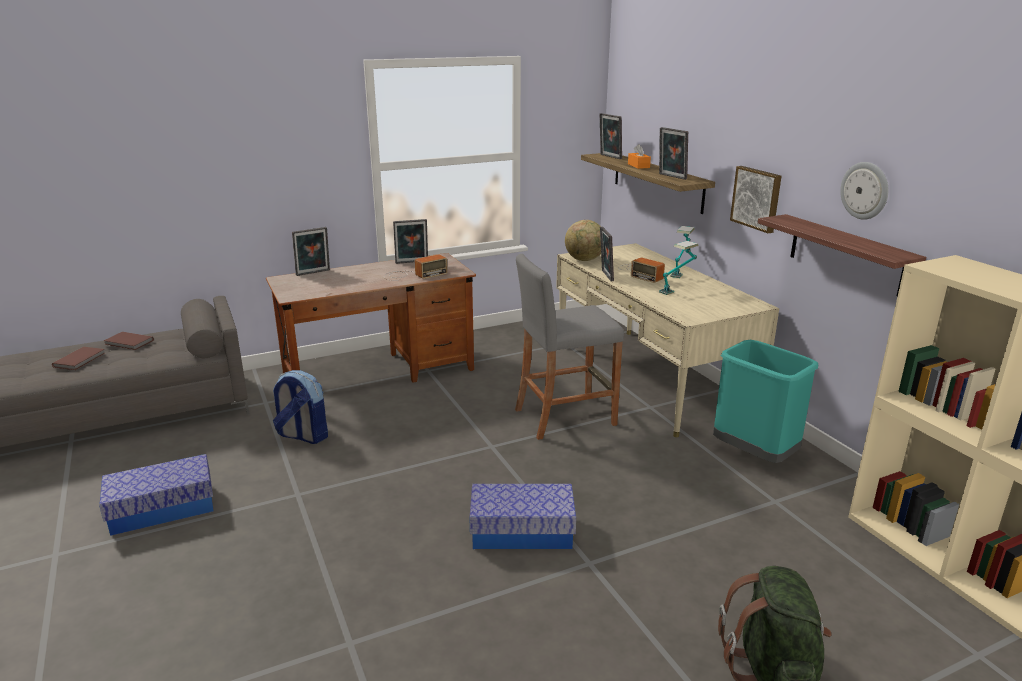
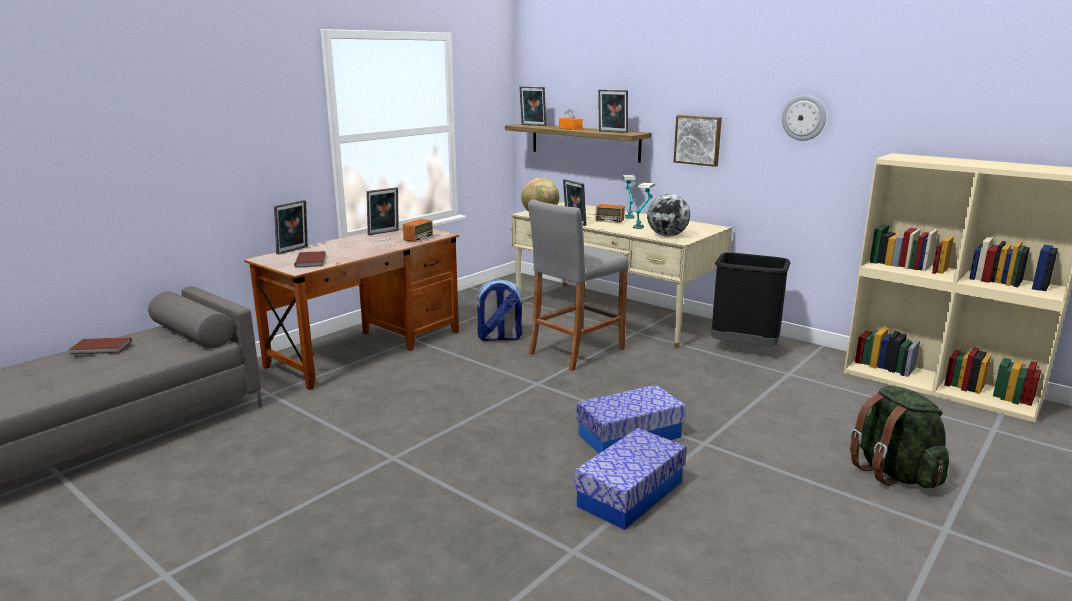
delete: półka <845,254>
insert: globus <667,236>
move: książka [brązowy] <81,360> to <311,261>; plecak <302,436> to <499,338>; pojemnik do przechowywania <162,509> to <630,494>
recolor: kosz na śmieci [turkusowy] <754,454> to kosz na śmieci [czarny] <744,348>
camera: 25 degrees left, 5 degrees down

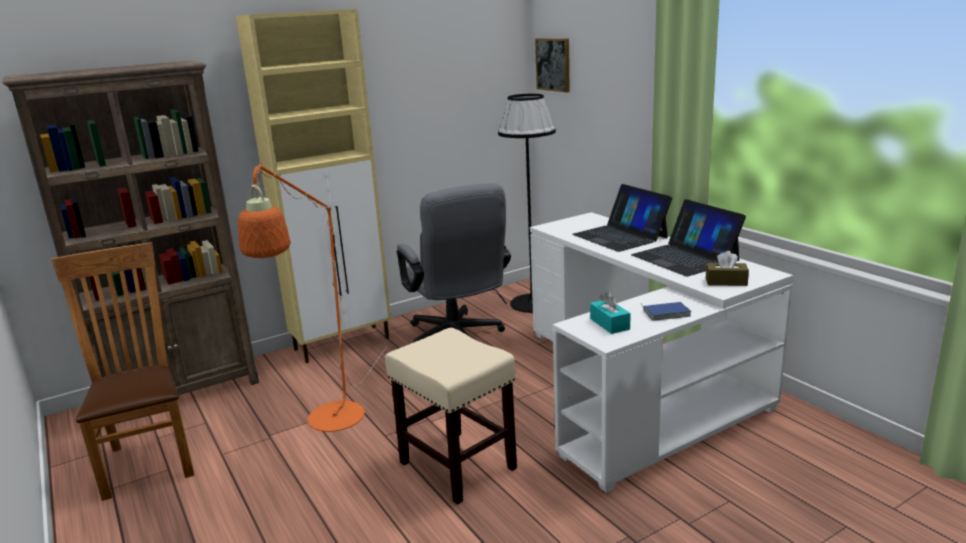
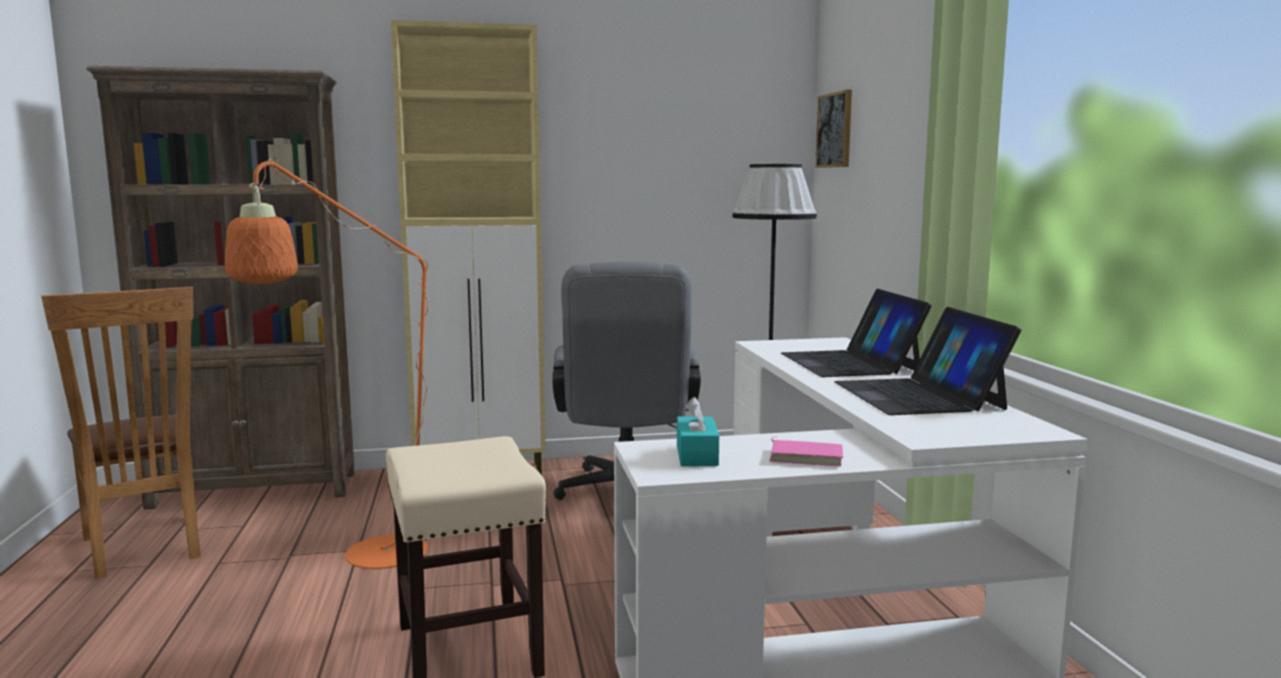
delete: pudełko chusteczek [brązowy] <726,282>
recolor: książka [niebieski] <666,313> to książka [różowy] <806,456>
rotate: krzesło [brązowy] <149,458> = <145,549> 150 degrees clockwise
camera: 20 degrees right, 10 degrees down

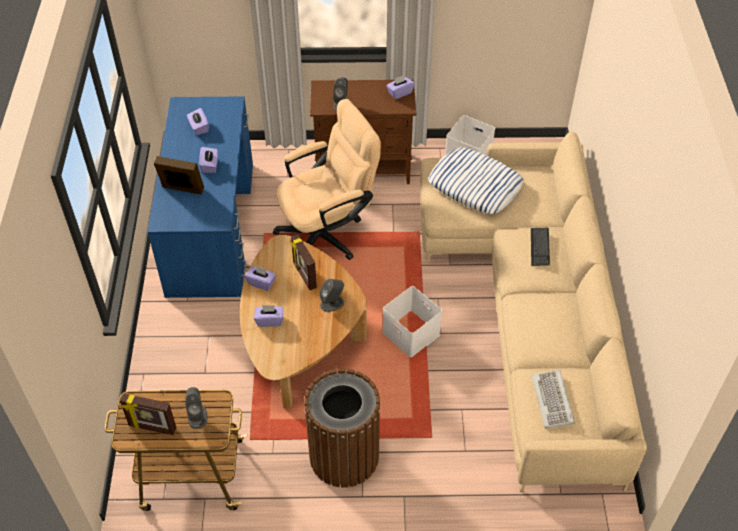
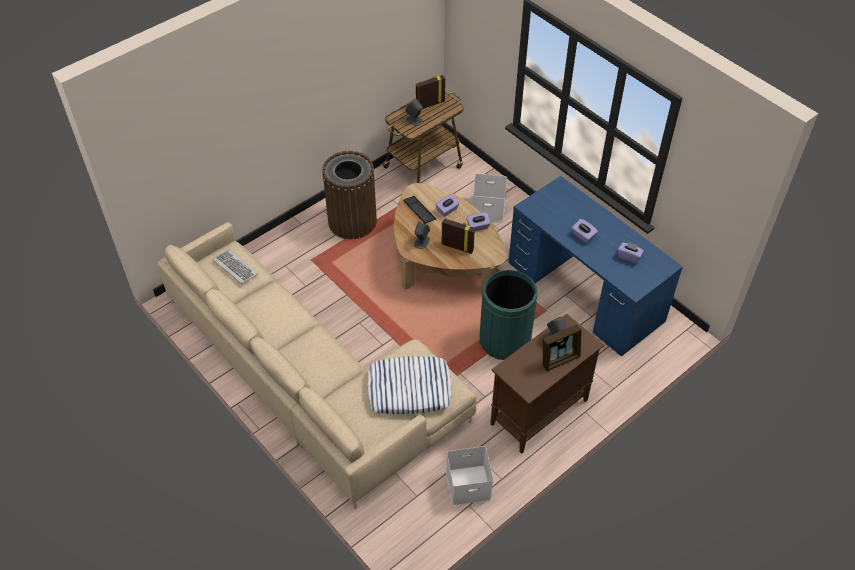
delete: pudełko chusteczek [fioletowy] <400,93>
move: ramka na zdjęcie <182,190> to <560,359>; klawiatura <539,247> to <419,210>; pojemnik do przechowywania [biały] <409,334> to <489,208>
replace: krzesło biurowe [beżowy] <328,233> to kosz na śmieci [zielony] <504,340>
camera: 140 degrees right, 0 degrees up

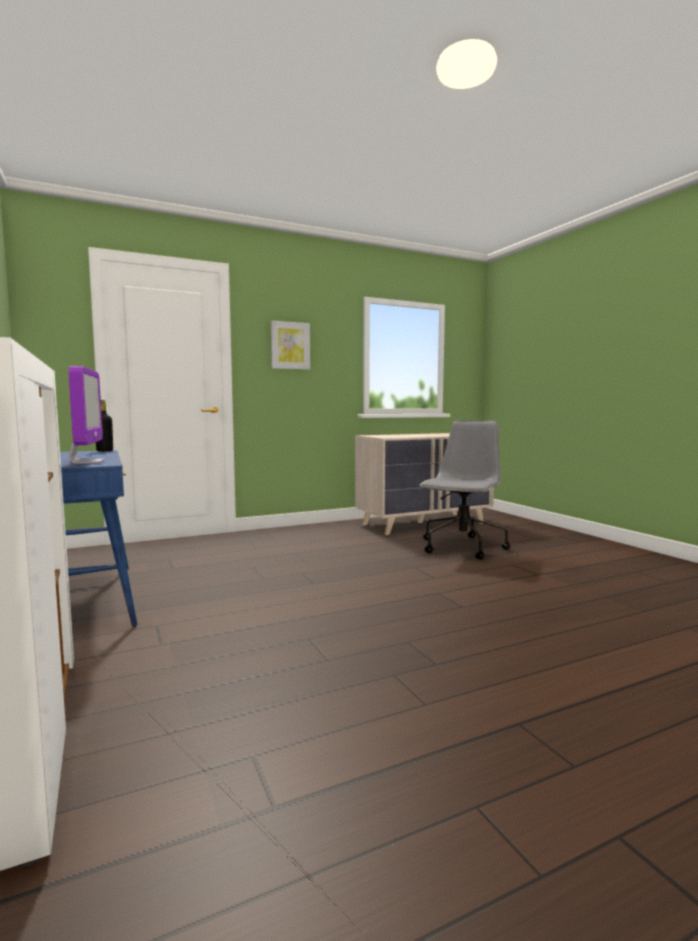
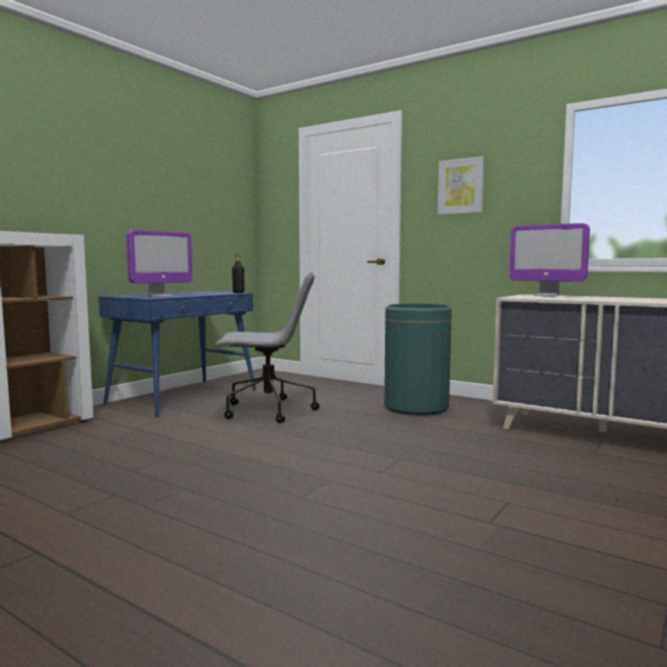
insert: monitor <546,295>; kosz na śmieci [zielony] <415,407>
move: krzesło biurowe [szary] <462,547> to <267,411>
camera: 60 degrees right, 0 degrees up

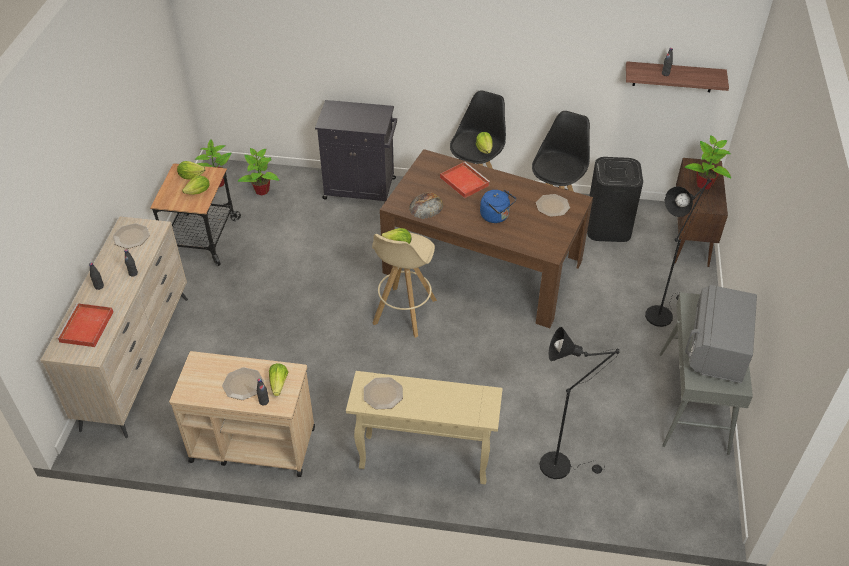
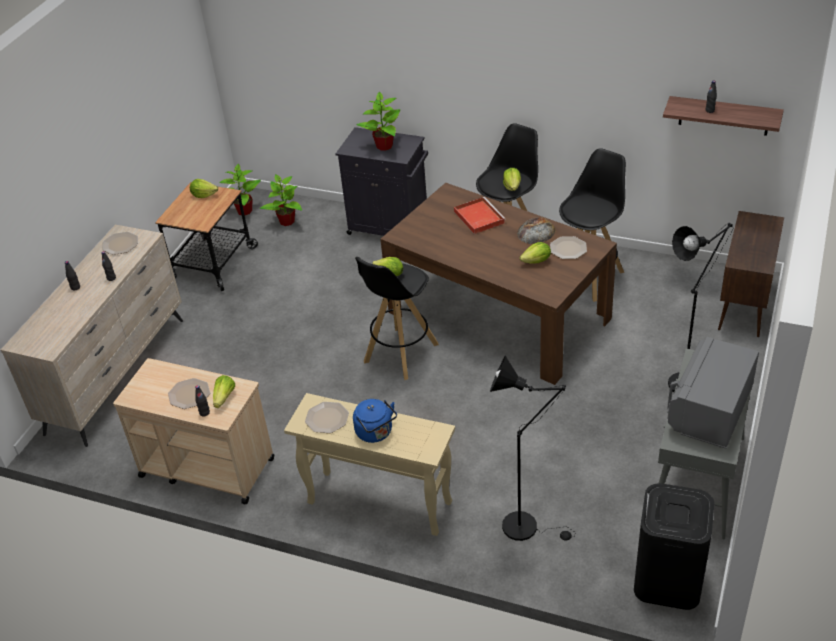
delete: taca [czerwony] <86,327>
move: roślina doniczkowa <704,184> to <384,146>; kosz na śmieci [czarny] <607,227> to <667,580>; sałata <198,192> to <536,261>; czajnik [niebieski] <496,216> to <376,433>; chleb <426,206> to <536,232>
recolor: stołek [beżowy] <404,312> to stołek [czarny] <400,353>
camera: 15 degrees right, 5 degrees down

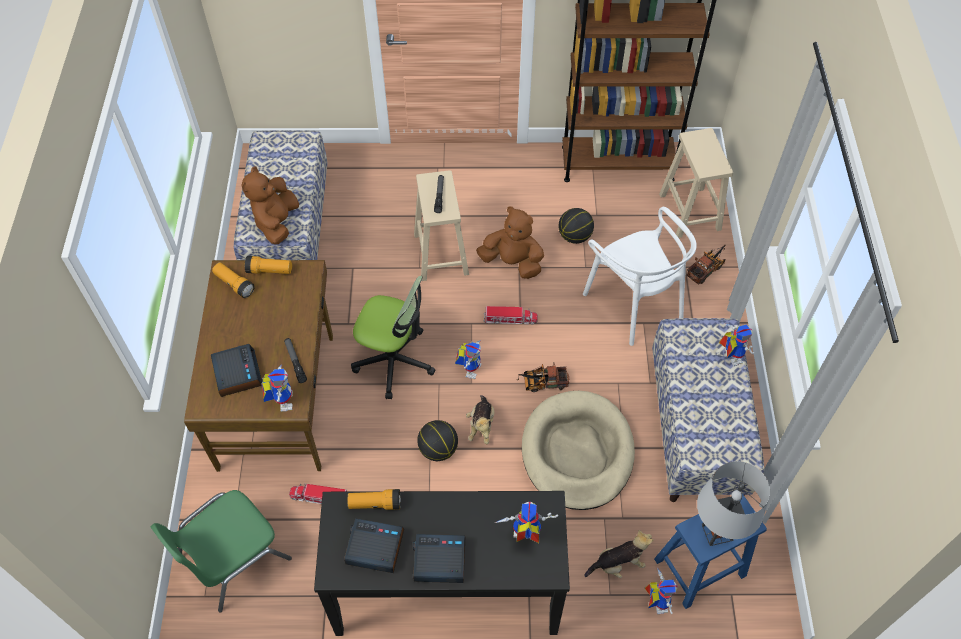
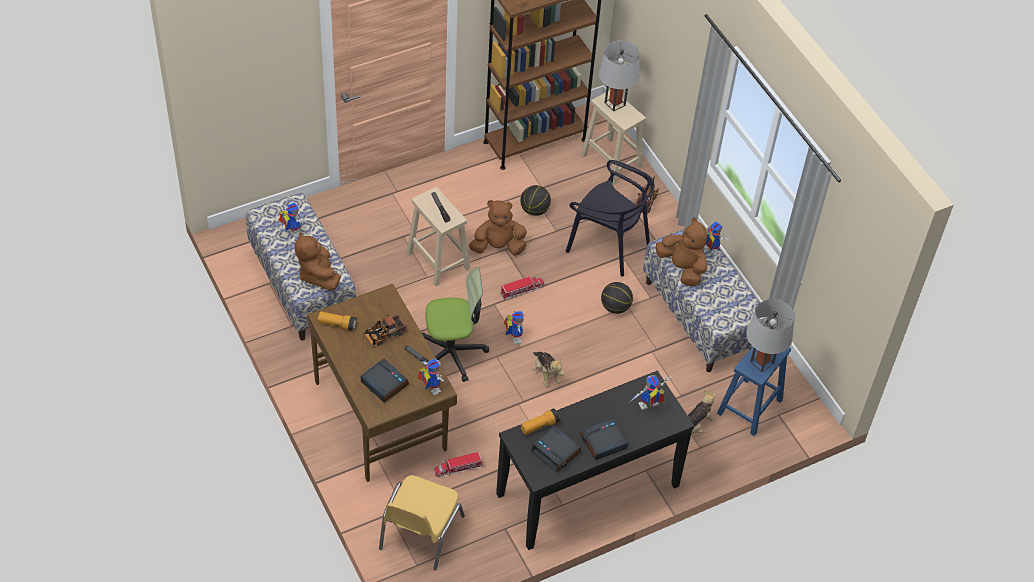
delete: latarka <270,270>; legowisko [beżowy] <577,452>
insert: lampa stołowa [szary] <615,103>; pluszak [brązowy] <682,268>
move: ciężarówka zabawkowa <542,383> to <383,336>; piłka do koszykówki <438,449> to <615,307>; robot zabawkowy <656,600> to <291,231>
recolor: krzesło [biały] <634,304> to krzesło [czarny] <608,245>; krzesło [zielony] <232,558> to krzesło [żółty] <419,533>
rotate: budzik <374,548> = <556,452> 120 degrees counterclockwise
camera: 30 degrees left, 5 degrees down

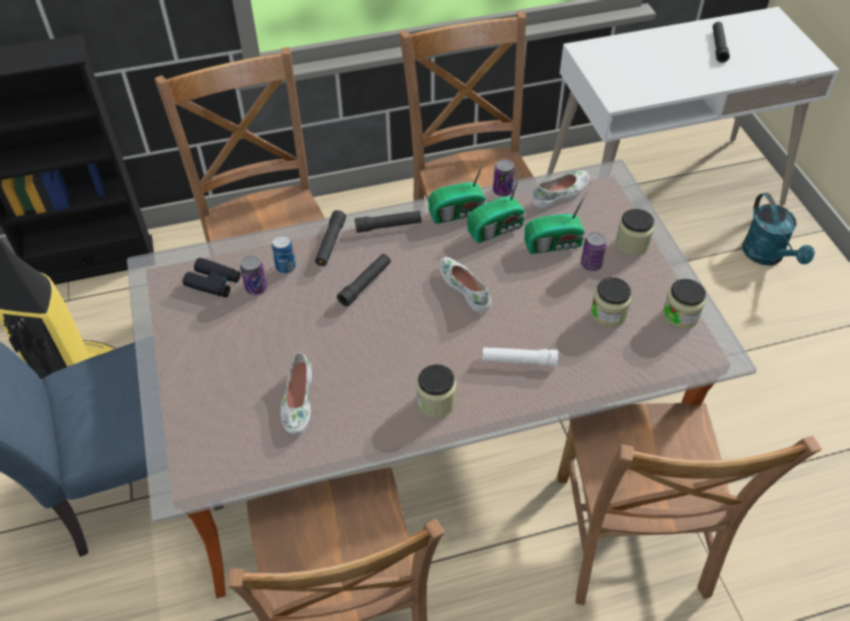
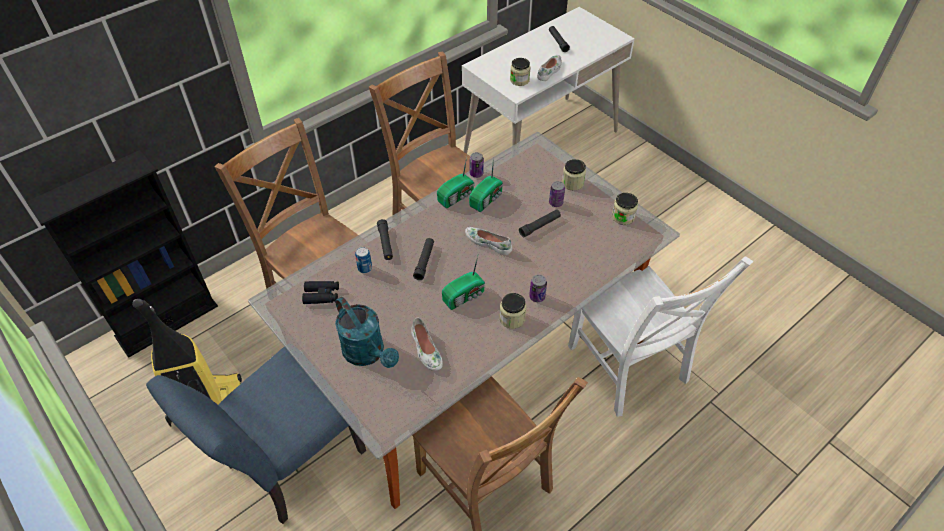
delete: latarka [biały] <518,361>
move: but [biały] <560,194> to <550,71>; radio <555,244> to <465,296>; konewka [turkusowy] <767,256> to <368,354>; latarka [czarny] <388,226> to <540,226>; puszka <256,288> to <537,297>; słoik <608,314> to <519,80>
recolor: krzesło [brązowy] <630,541> to krzesło [biały] <629,368>
camera: 25 degrees left, 0 degrees up

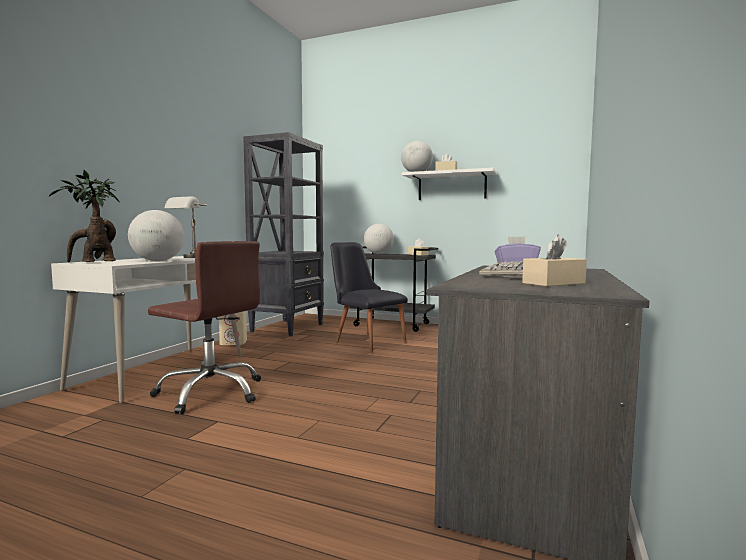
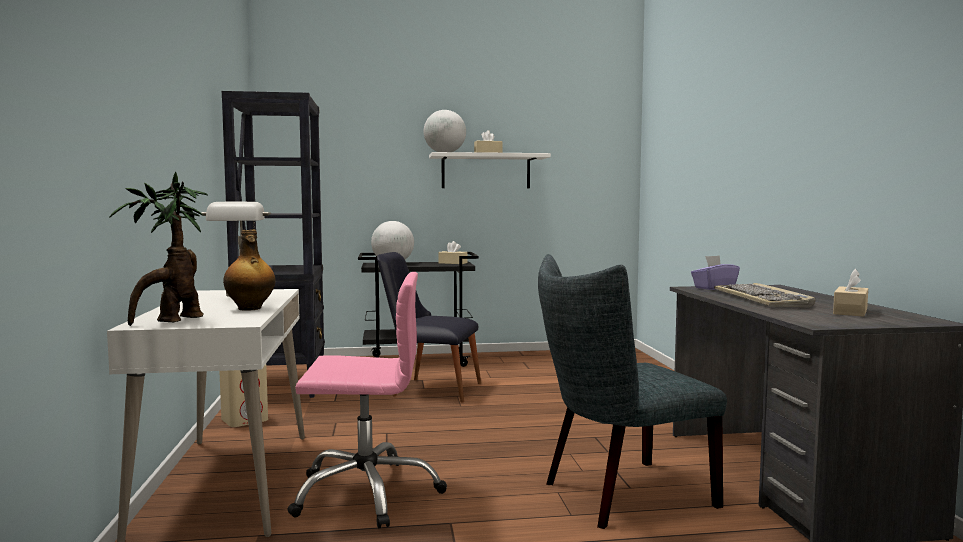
insert: krzesło [szary] <619,495>
replace: globus <157,261> to butelka <250,308>
recolor: krzesło biurowe [brązowy] <211,392> to krzesło biurowe [różowy] <366,493>
camera: 30 degrees left, 0 degrees up

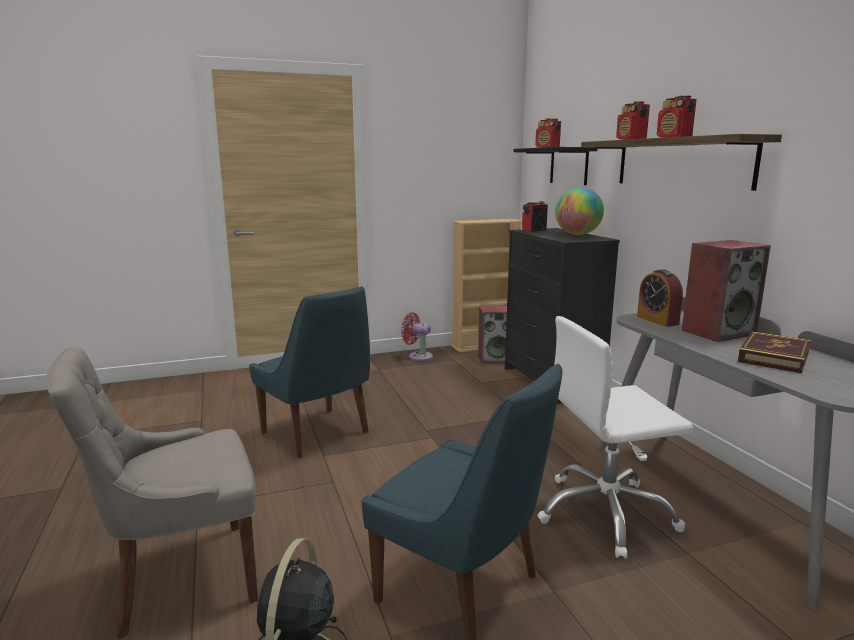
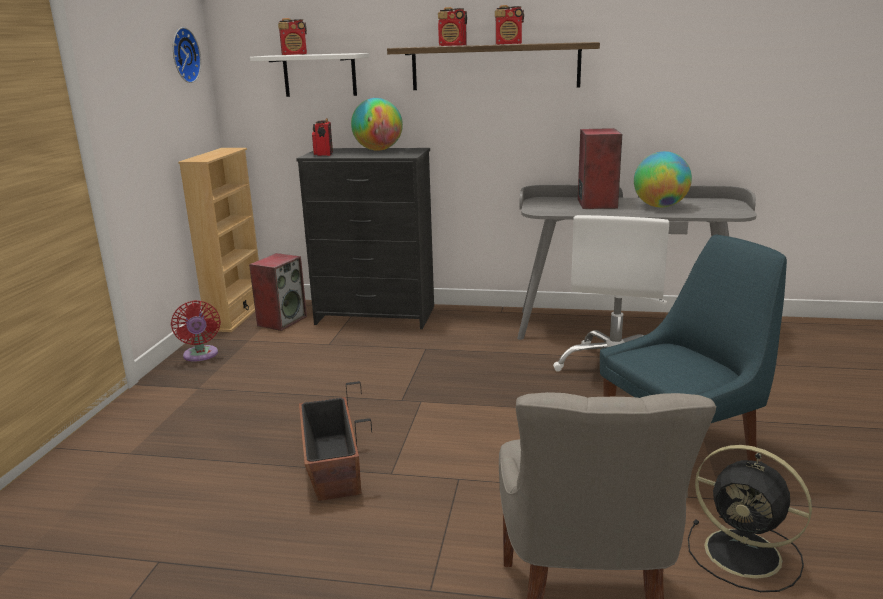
delete: budzik <657,320>
insert: zegar ścienny <183,55>
replace: krzesło [niebieski] <317,434> to donica <332,467>; książka <774,357> to globus <660,206>
recolor: półka [czarny] <569,166> to półka [biały] <319,75>
rotate: wentylator [czerwony] <418,356> = <201,355> 75 degrees counterclockwise
camera: 60 degrees left, 5 degrees up

